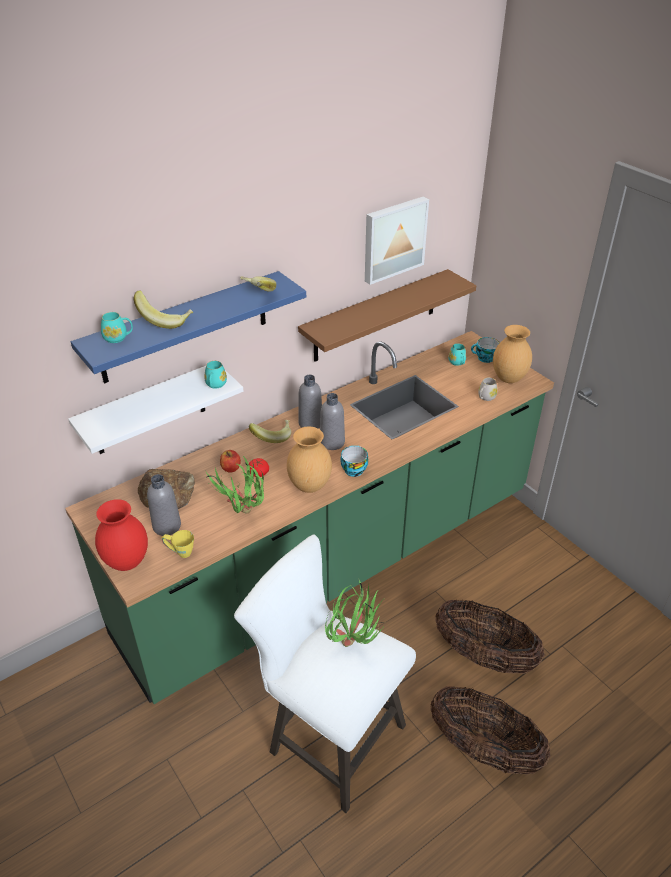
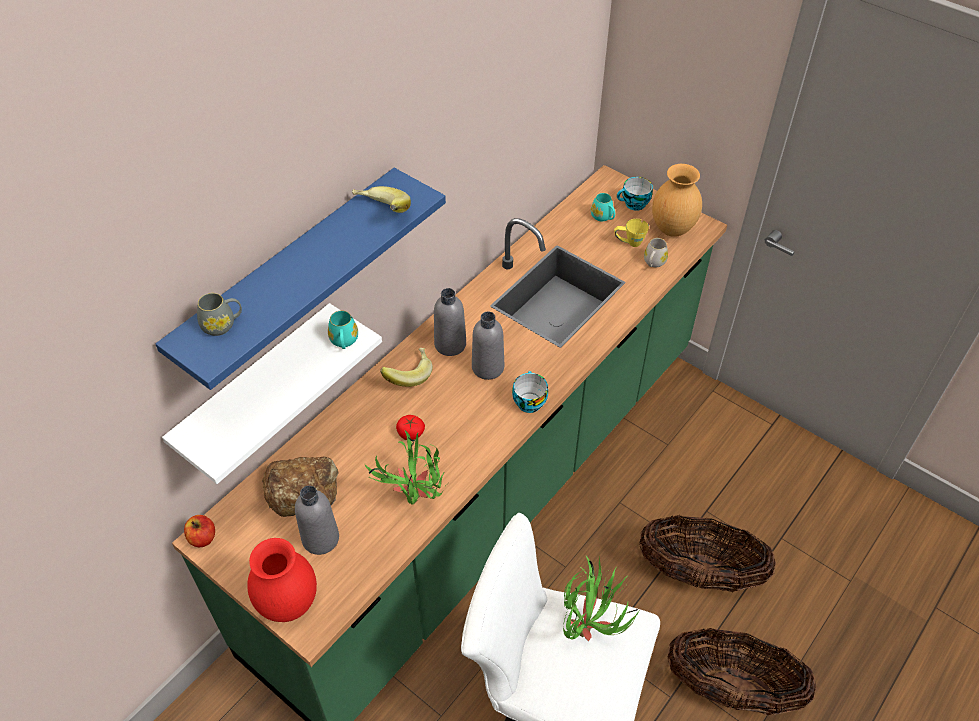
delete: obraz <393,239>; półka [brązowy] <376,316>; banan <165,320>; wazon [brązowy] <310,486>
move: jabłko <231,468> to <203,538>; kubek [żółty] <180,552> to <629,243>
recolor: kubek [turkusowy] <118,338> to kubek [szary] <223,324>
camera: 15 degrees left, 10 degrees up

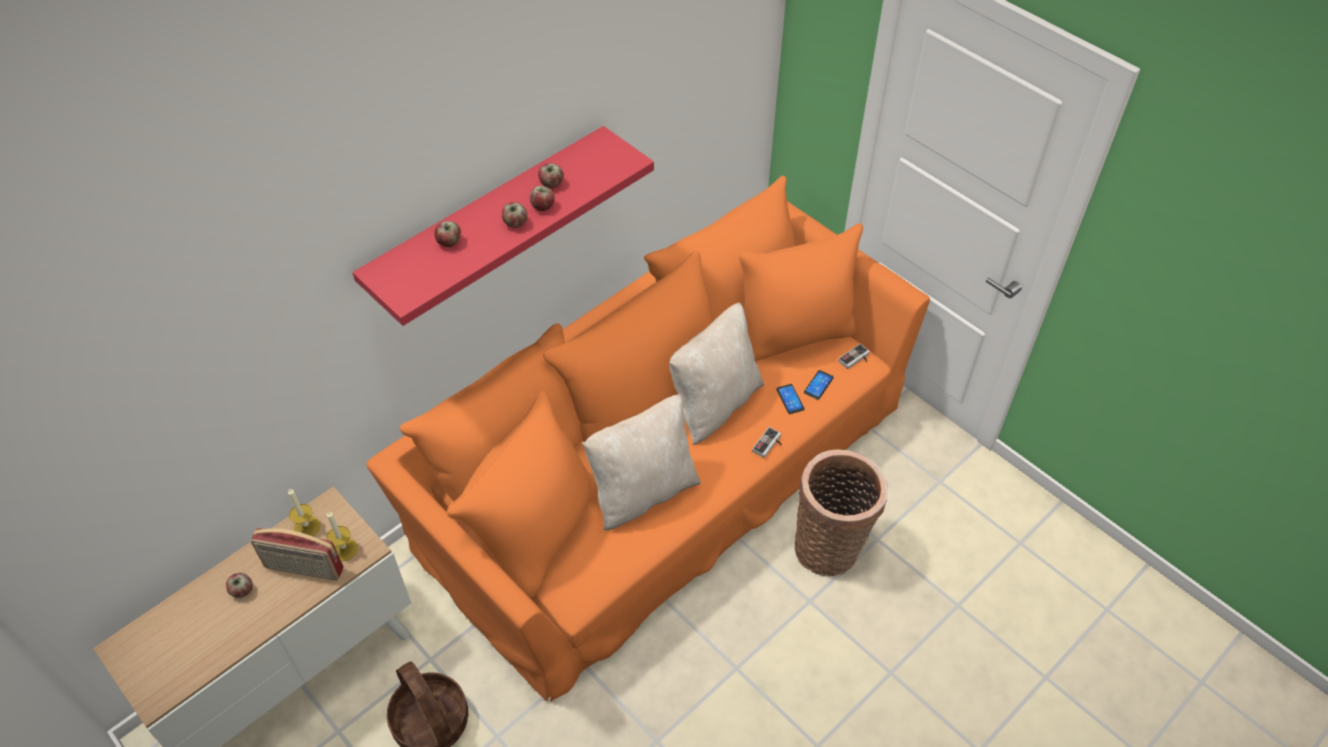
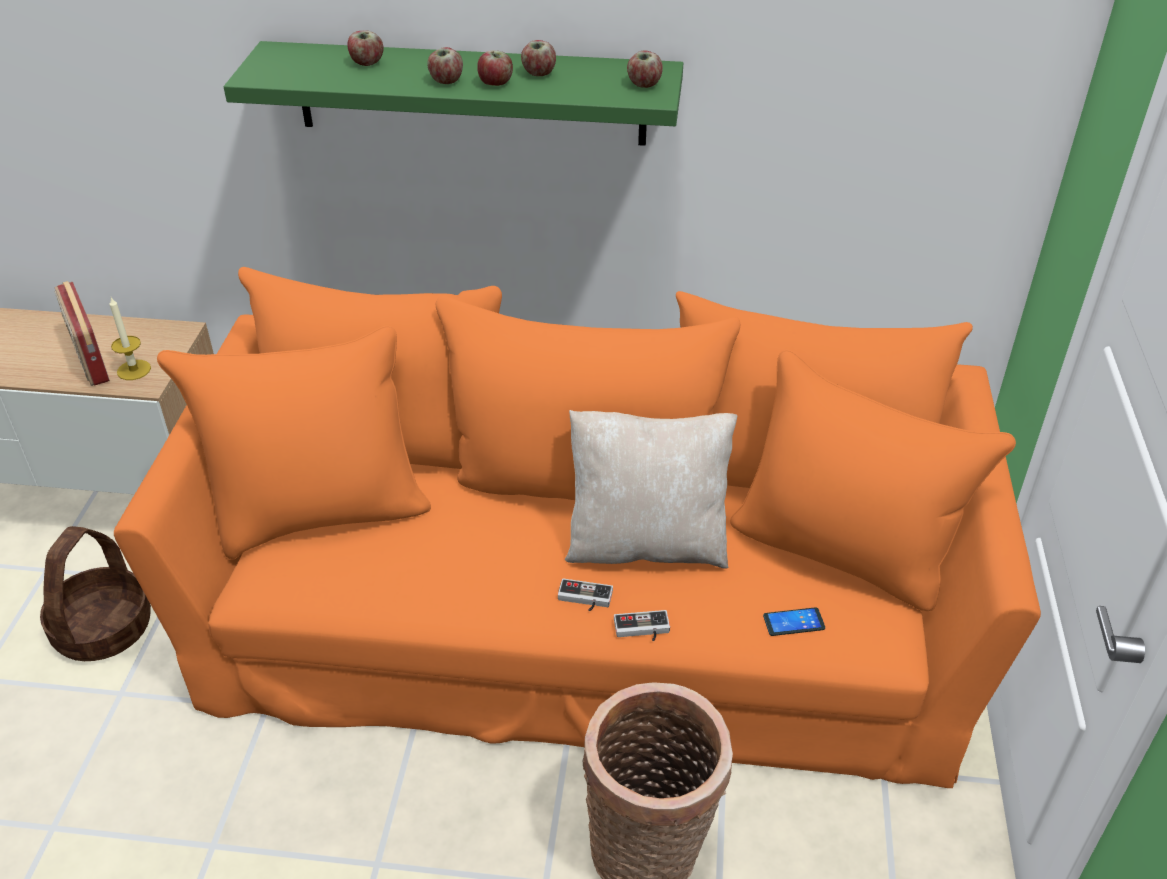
delete: telefon <790,399>; poduszka [beżowy] <642,491>; świeca <307,527>
move: pad do gier <856,359> to <584,599>; jabłko <242,591> to <644,85>
recolor: półka [czerwony] <489,218> to półka [zielony] <471,93>
camera: 50 degrees right, 10 degrees down

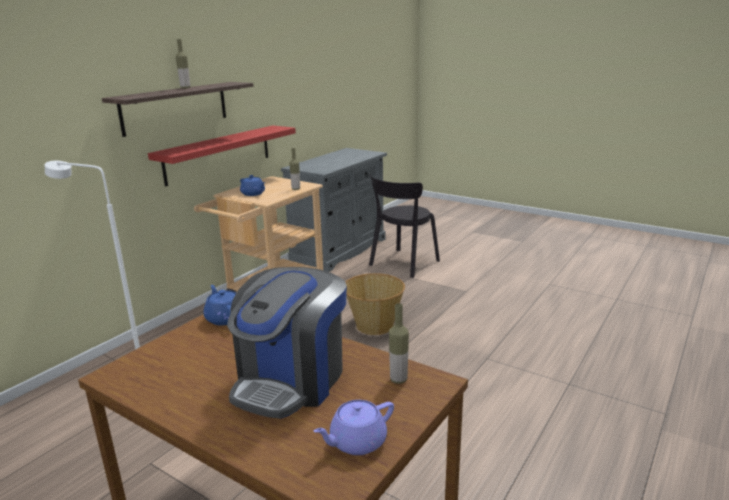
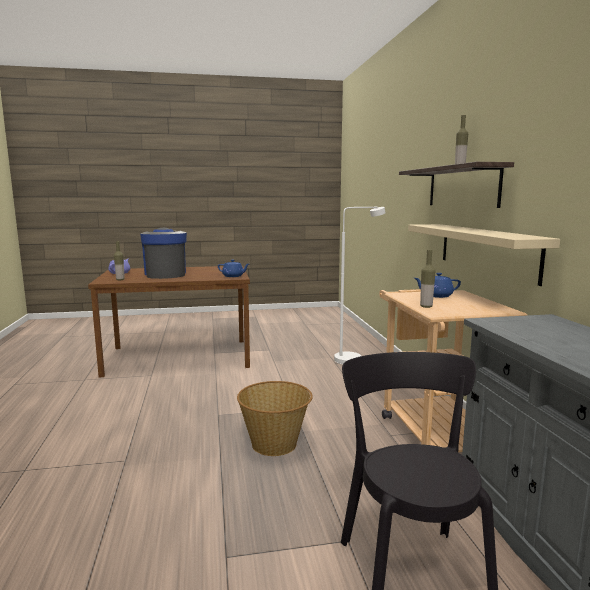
recolor: półka [czerwony] <218,154> to półka [beżowy] <486,250>
camera: 135 degrees right, 10 degrees down

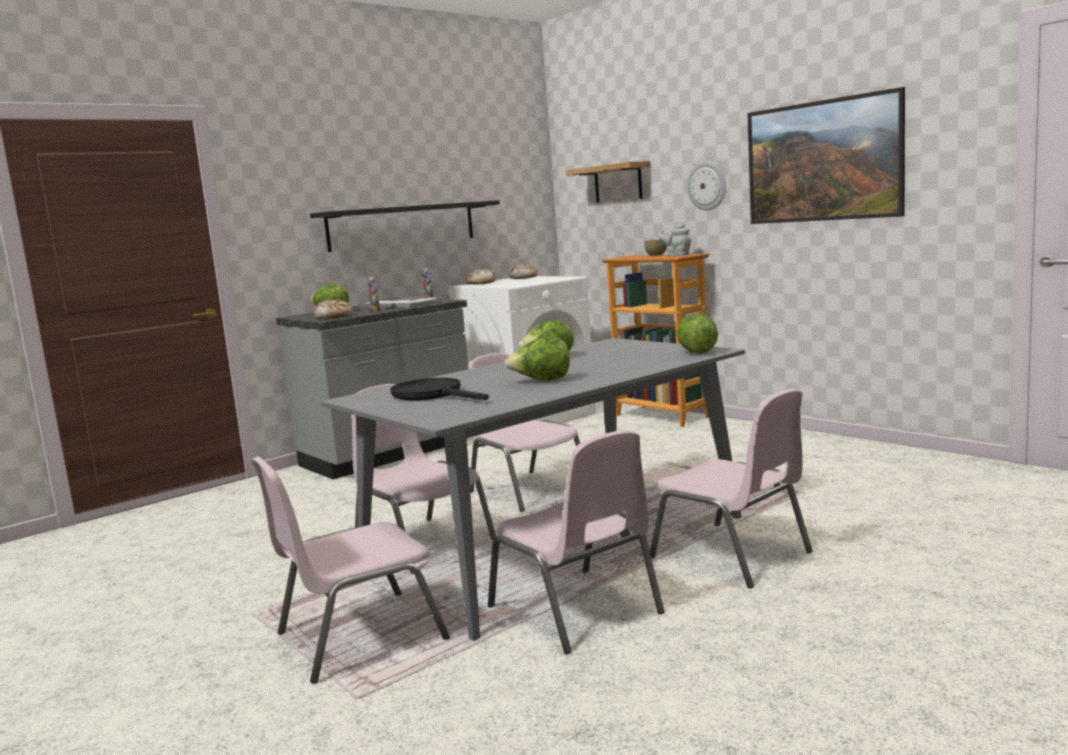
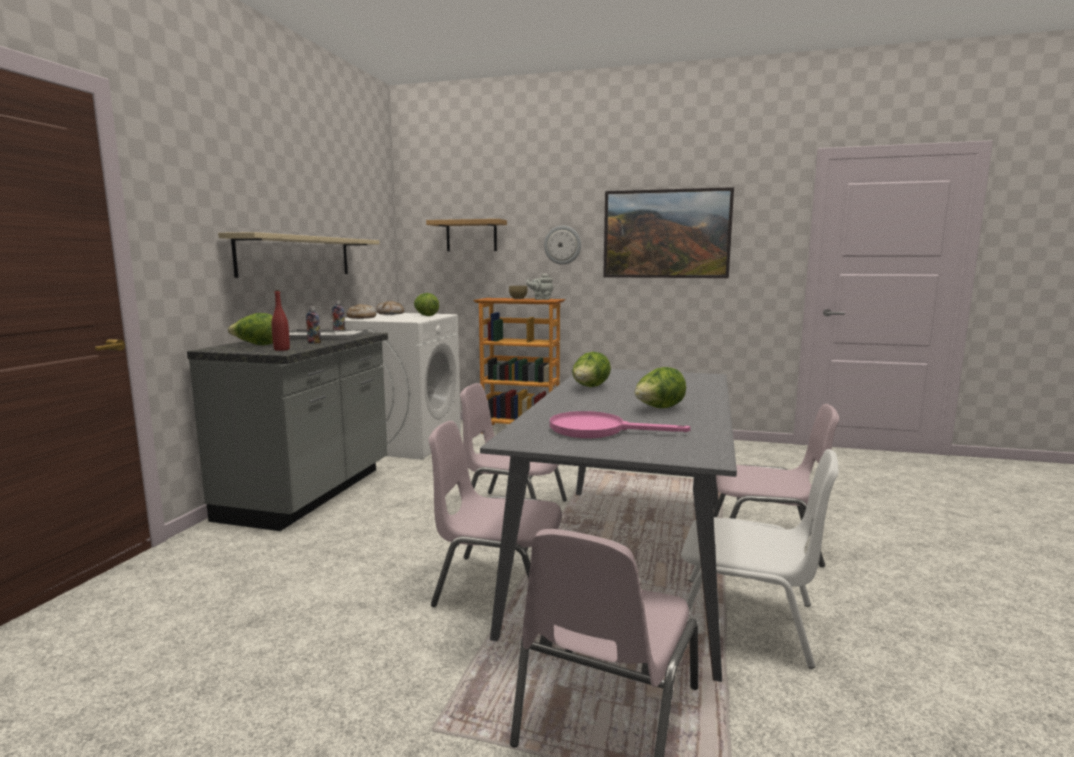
move: sałata <696,352> to <425,315>
replace: chleb <333,317> to butelka [czerwony] <281,349>
recolor: półka [czarny] <402,226> to półka [beżowy] <296,256>; patelnia [czarny] <433,395> to patelnia [różowy] <598,430>; krzesło [różowy] <577,611> to krzesło [biały] <747,621>
camera: 35 degrees left, 0 degrees up

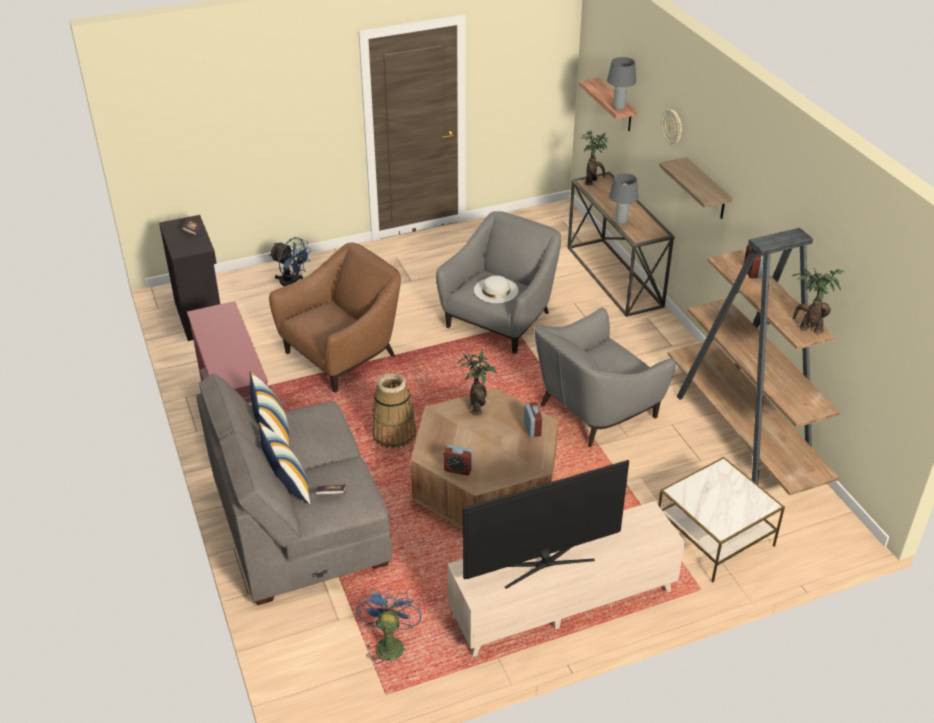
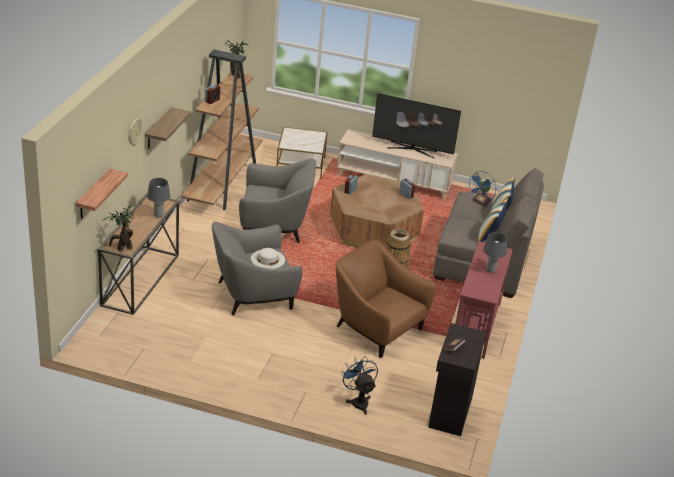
delete: roślina doniczkowa <478,407>
move: lampa stołowa [szary] <618,108> to <491,270>
rotate: fotel [brązowy] <343,355> = <377,328> 45 degrees clockwise
camera: 145 degrees left, 5 degrees down

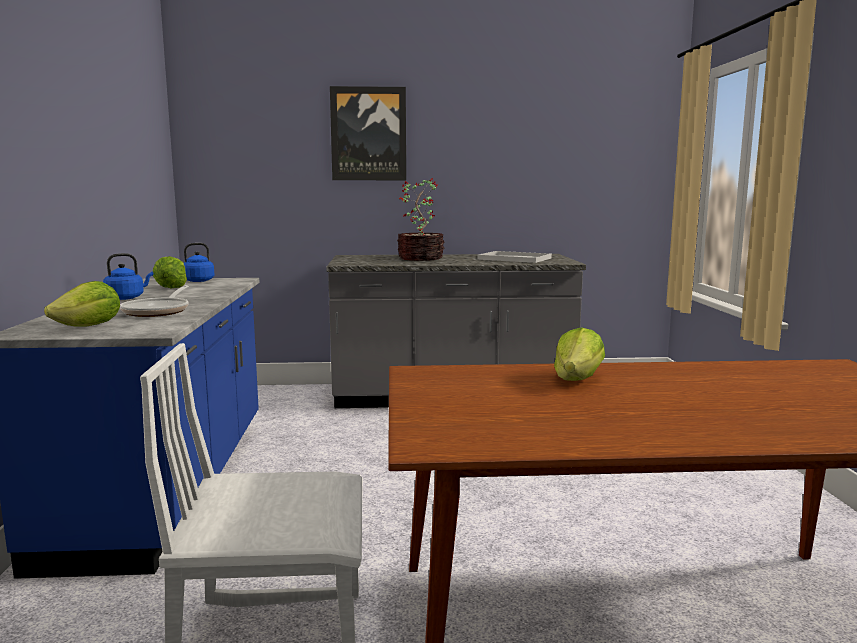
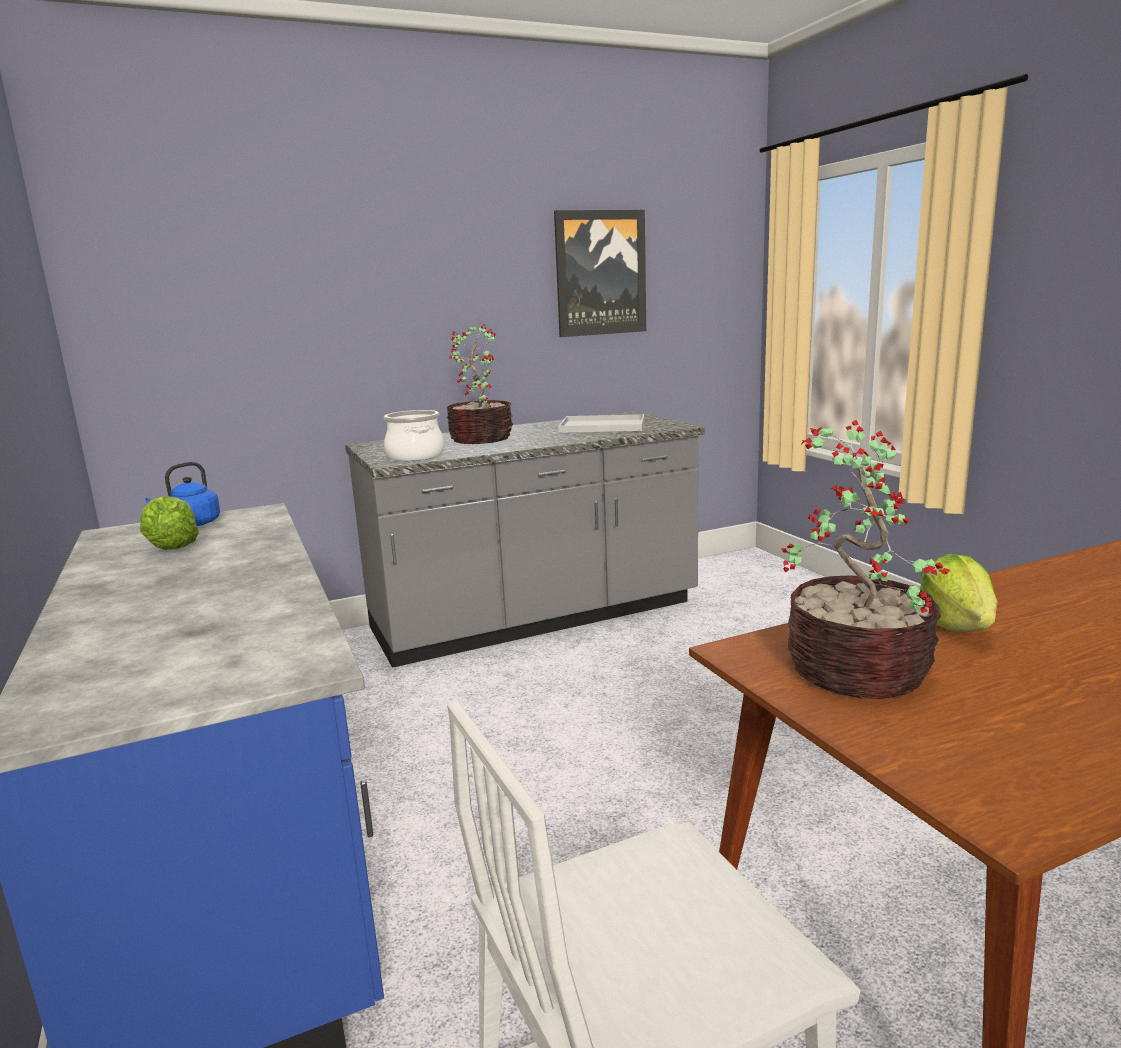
delete: czajnik [niebieski] <127,298>; sałata <89,326>; patelnia <158,311>
insert: garnek <416,456>; roślina doniczkowa <853,667>
move: obraz <368,134> to <600,273>
camera: 20 degrees left, 5 degrees up

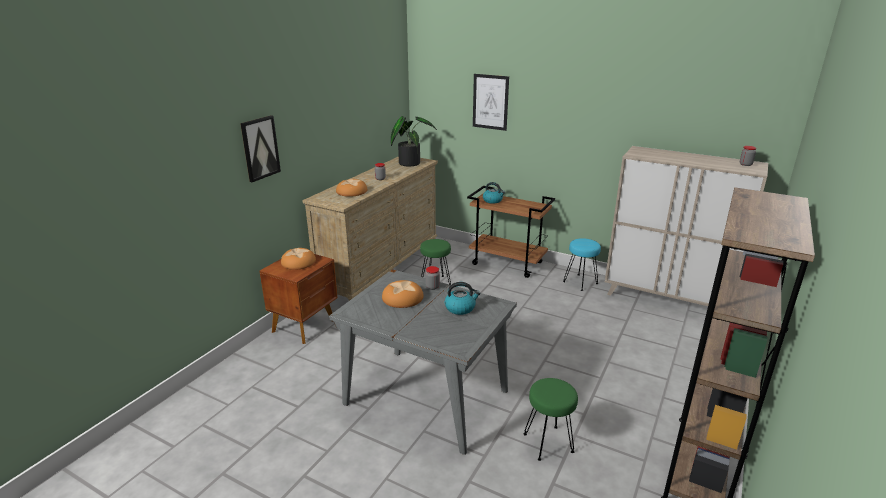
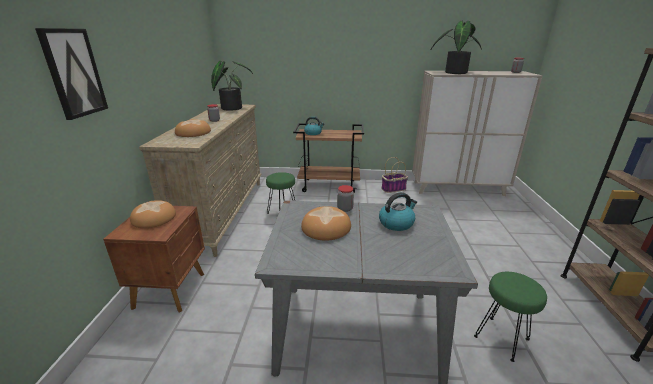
delete: obraz <490,102>
insert: roślina doniczkowa <453,72>
replace: stołek [turkusowy] <580,282> to koszyk <393,189>
camera: 25 degrees left, 0 degrees up

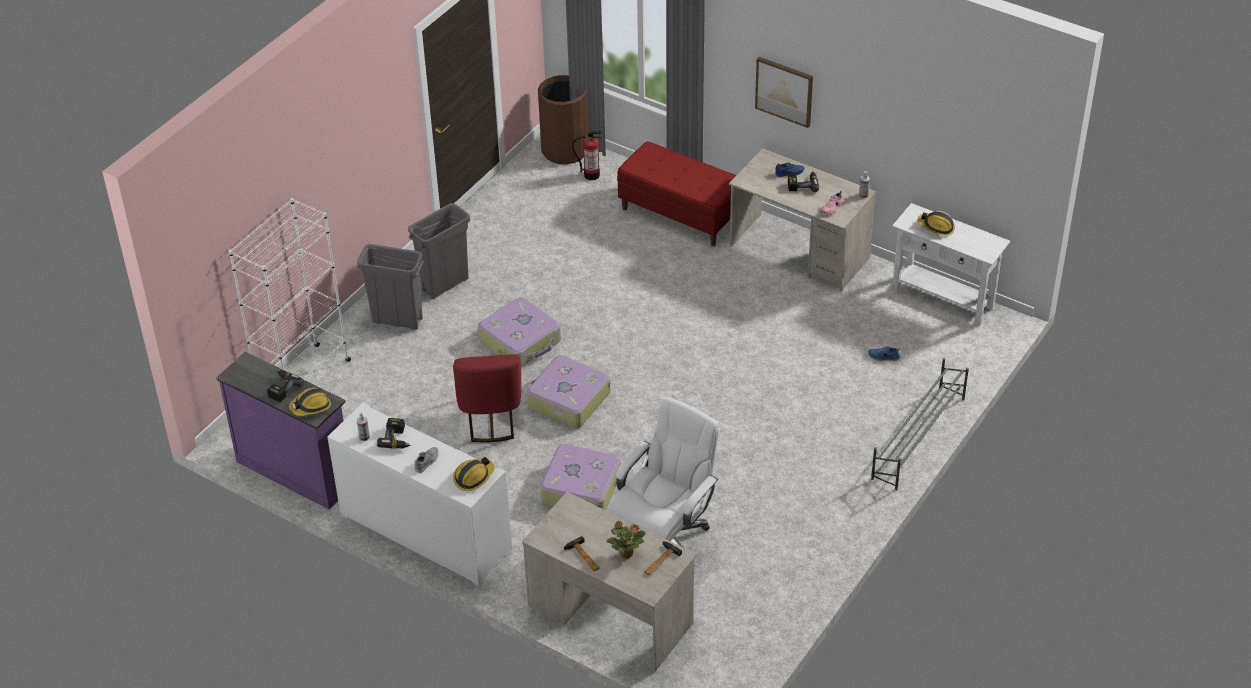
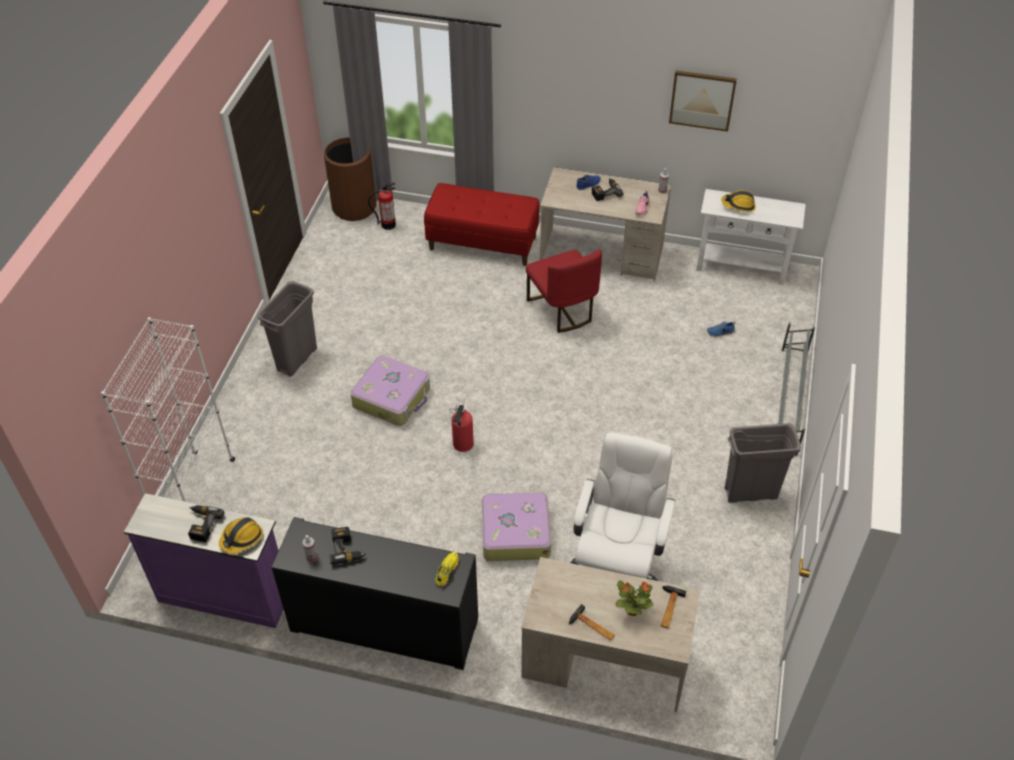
delete: but [szary] <427,461>
move: obraz <784,91> to <702,100>; kosz na śmieci [szary] <398,320> to <751,493>; krzesło [czerwony] <490,418> to <562,310>
replace: walizka <568,400> to gaśnica <462,445>; kask <473,477> to but [żółty] <446,571>
recolor: szafka [biały] <425,532> to szafka [czarny] <384,625>
camera: 20 degrees left, 5 degrees up

